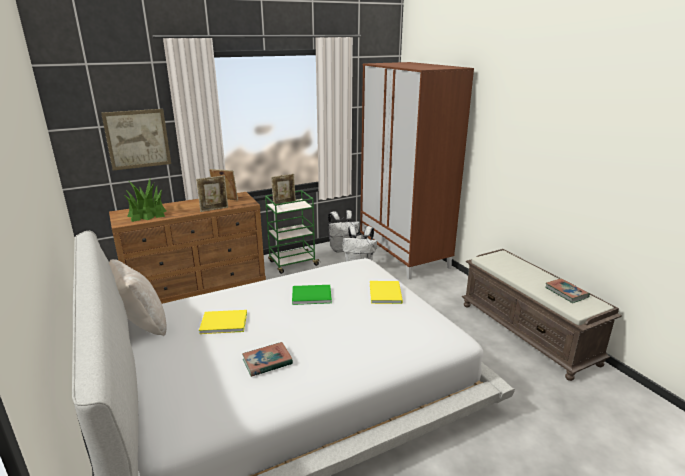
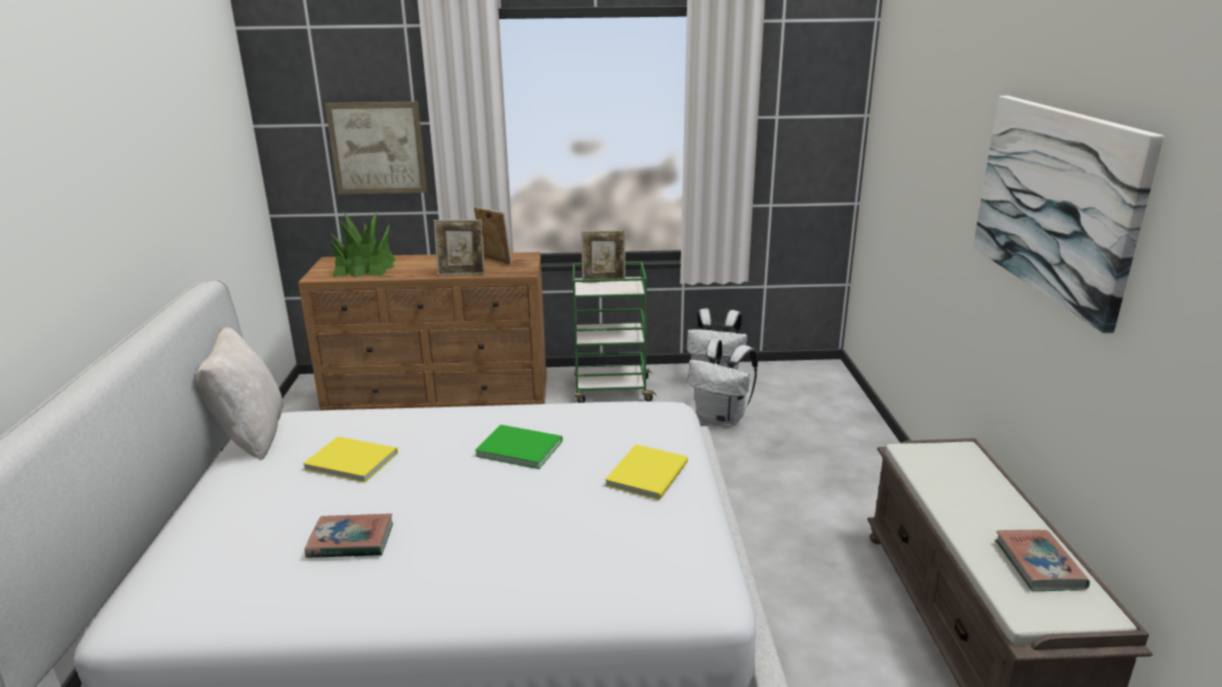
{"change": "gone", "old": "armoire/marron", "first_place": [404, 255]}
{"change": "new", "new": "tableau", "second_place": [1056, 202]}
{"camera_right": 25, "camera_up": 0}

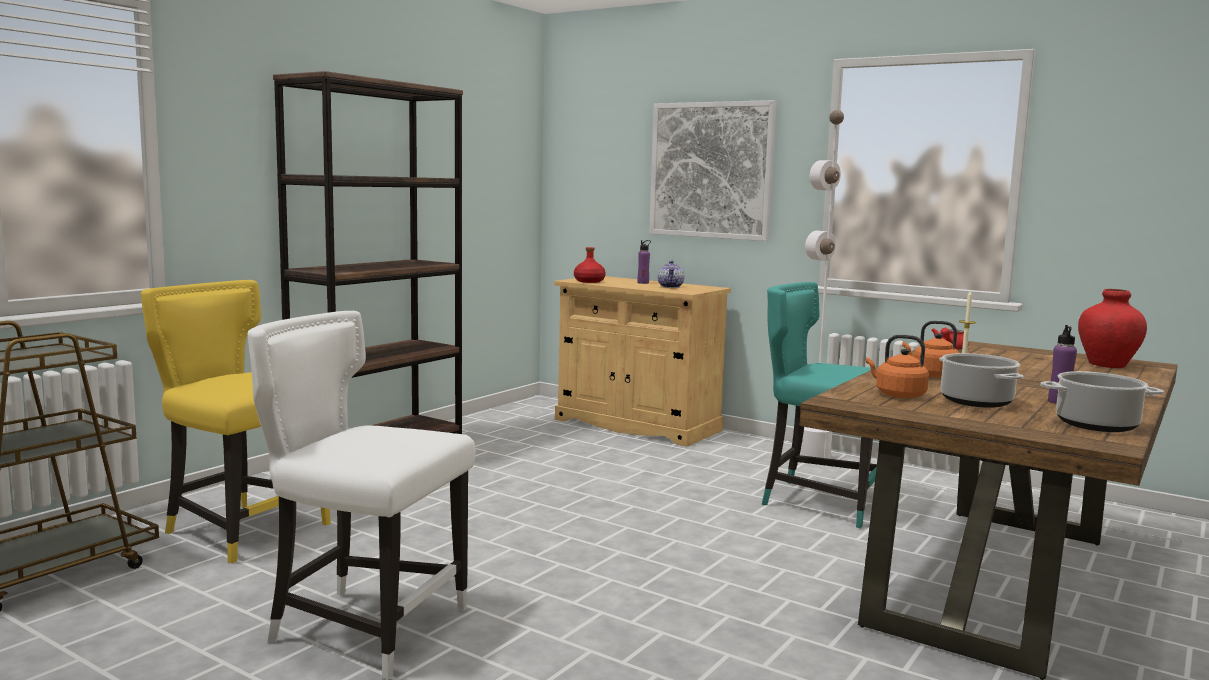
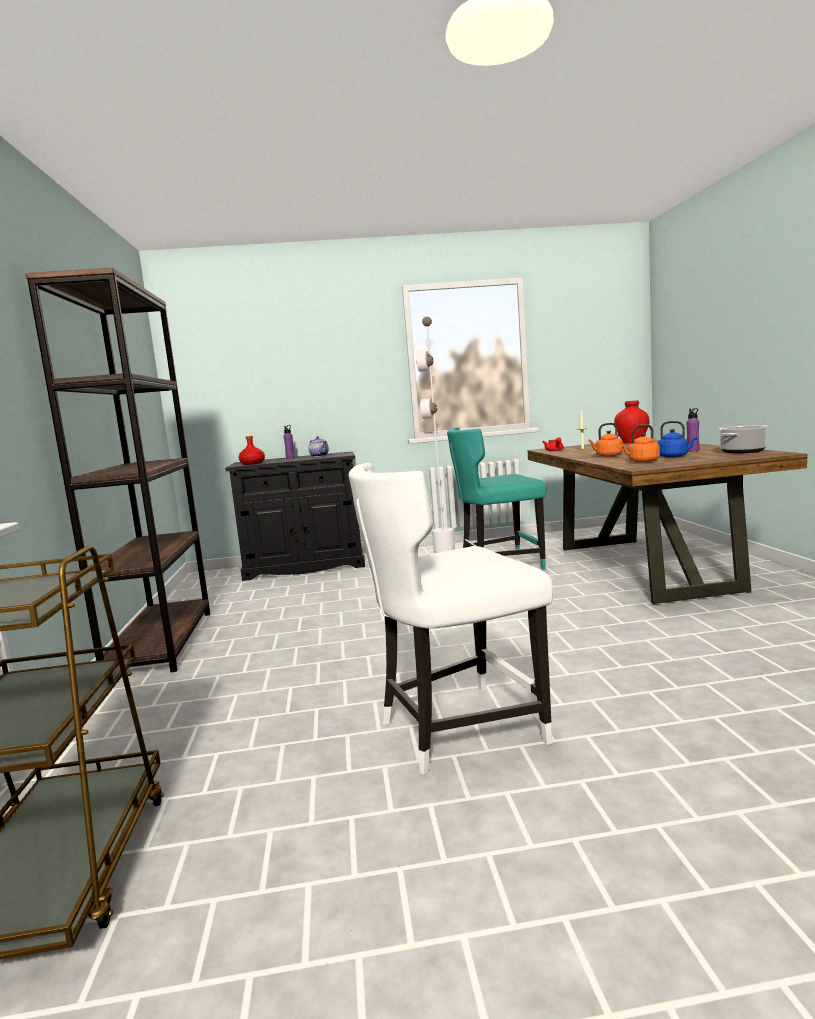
{"change": "gone", "old": "chaise/jaune", "first_place": [243, 530]}
{"change": "gone", "old": "tableau", "first_place": [711, 170]}
{"change": "swapped", "old": "marmite", "new": "bouilloire/bleu", "first_place": [977, 401], "second_place": [674, 456]}
{"change": "repainted", "old": "meuble de rangement/beige", "new": "meuble de rangement/noir", "first_place": [637, 425], "second_place": [305, 566]}
{"camera_right": -40, "camera_up": 0}

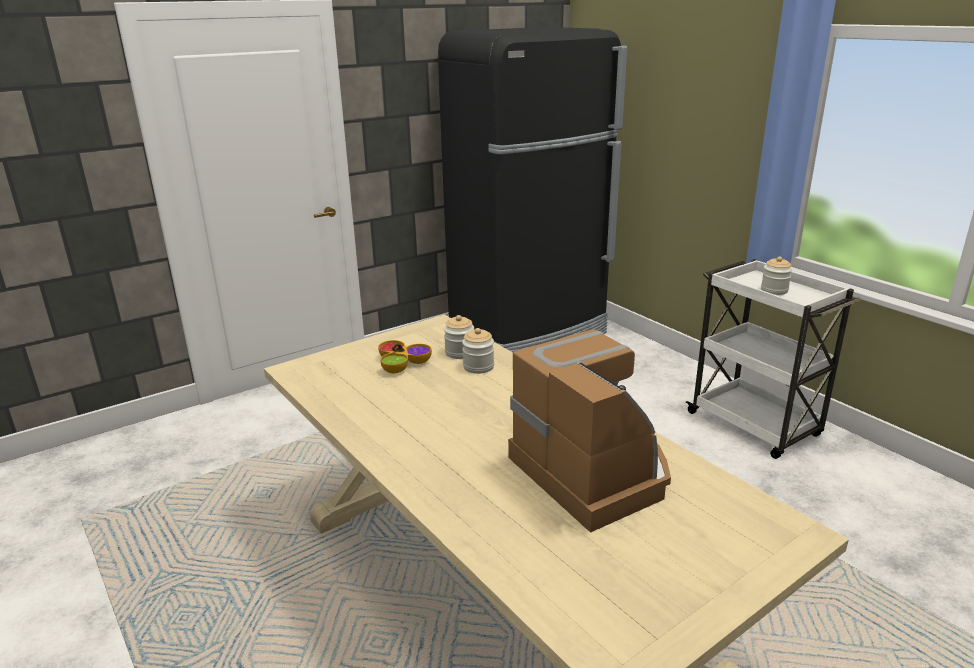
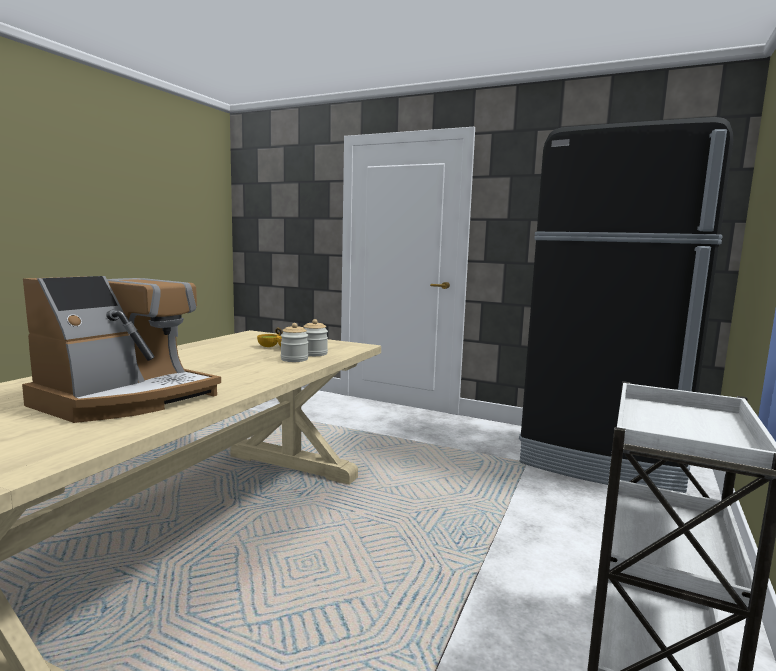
{"change": "gone", "old": "bocal", "first_place": [774, 290]}
{"camera_right": 60, "camera_up": -15}

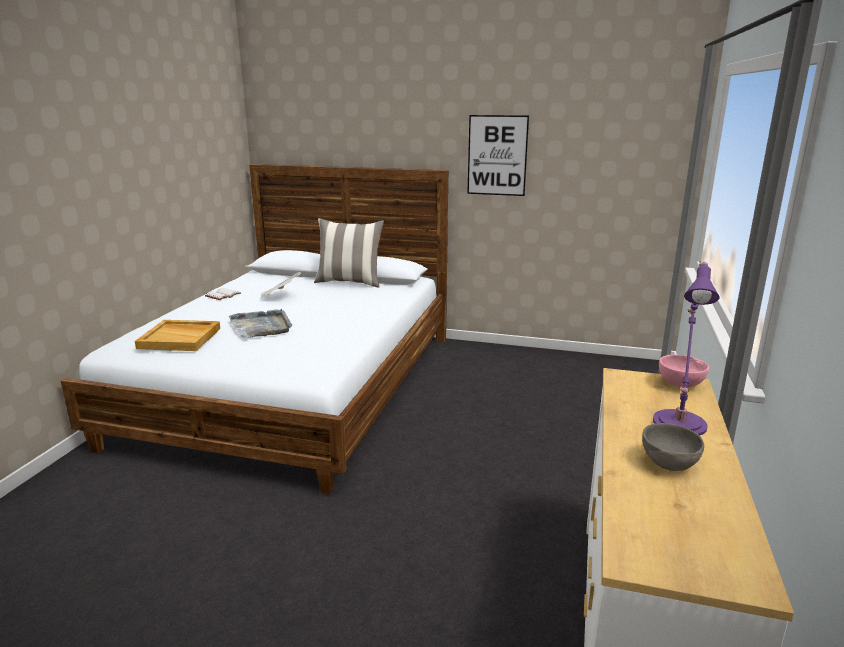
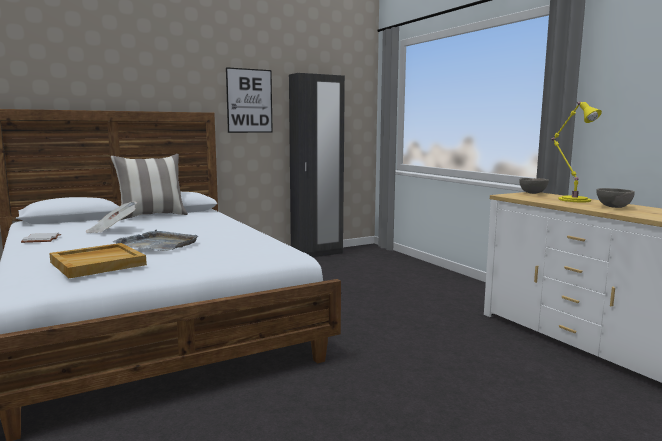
{"change": "new", "new": "armoire/noir", "second_place": [317, 254]}
{"change": "repainted", "old": "lampe de table/violet", "new": "lampe de table/jaune", "first_place": [679, 421], "second_place": [572, 199]}
{"change": "repainted", "old": "bol/rose", "new": "bol/gris", "first_place": [681, 385], "second_place": [533, 193]}
{"camera_right": -45, "camera_up": -10}

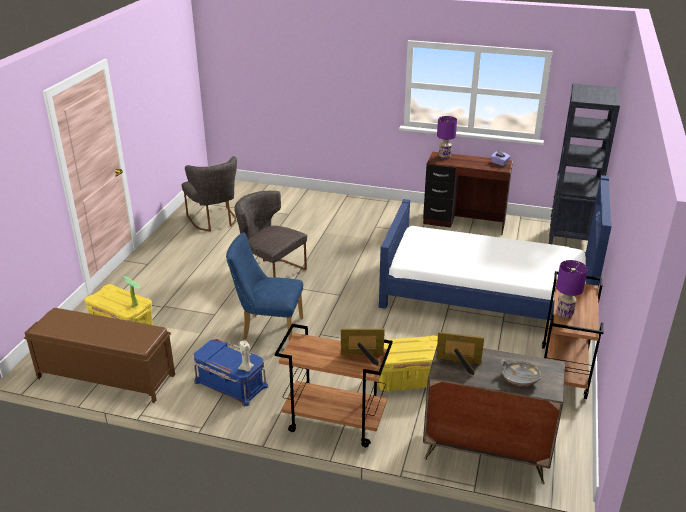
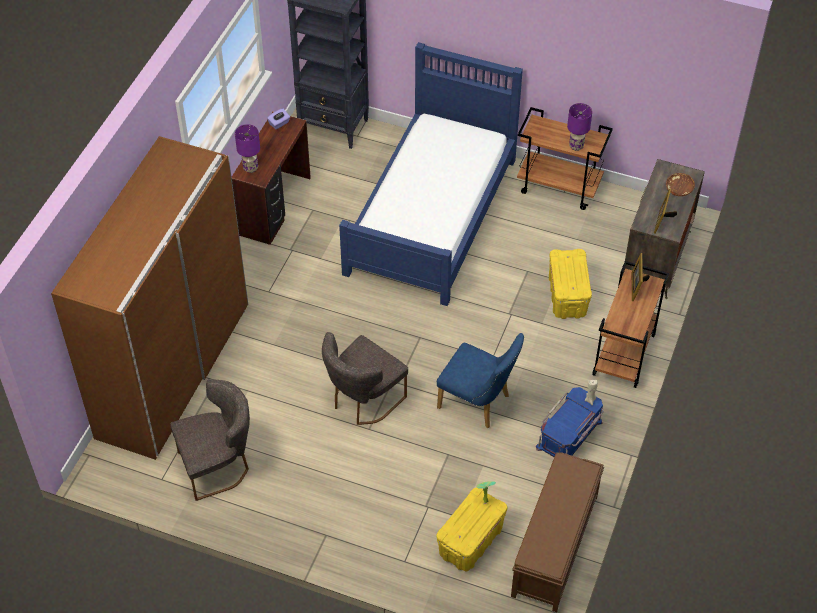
{"change": "new", "new": "armoire/marron", "second_place": [173, 370]}
{"change": "repainted", "old": "bol/gris", "new": "bol/marron", "first_place": [519, 378], "second_place": [679, 189]}
{"change": "rotated", "old": "chaise/bleu", "first_place": [268, 328], "second_place": [478, 404], "degrees": -75}
{"camera_right": -85, "camera_up": 20}

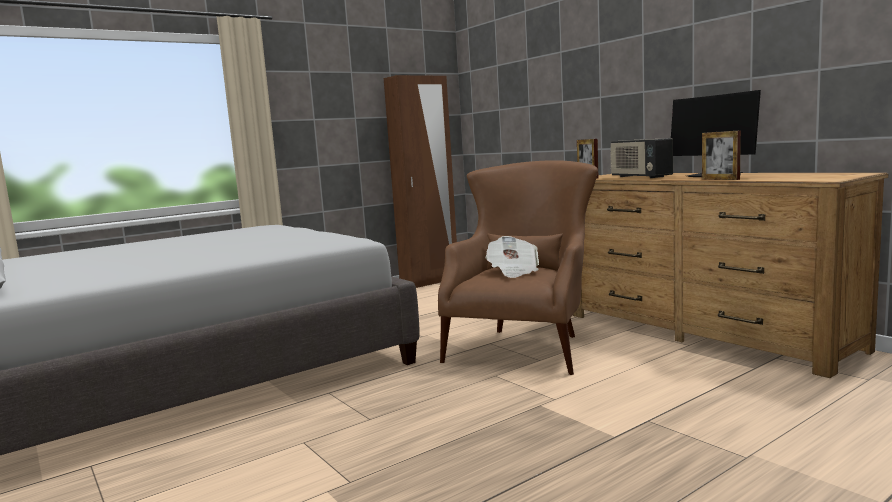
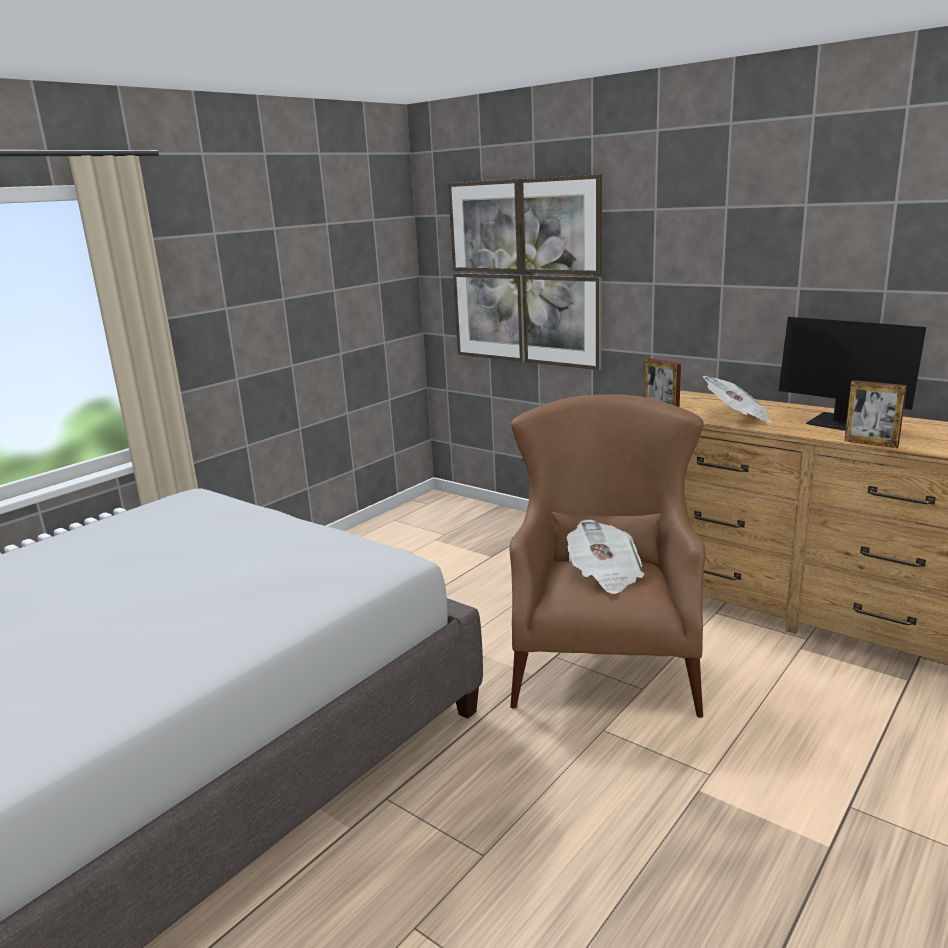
{"change": "gone", "old": "armoire/marron", "first_place": [430, 282]}
{"change": "new", "new": "tableau", "second_place": [524, 273]}
{"change": "swapped", "old": "radio", "new": "journal", "first_place": [640, 177], "second_place": [737, 417]}
{"camera_right": -15, "camera_up": 10}

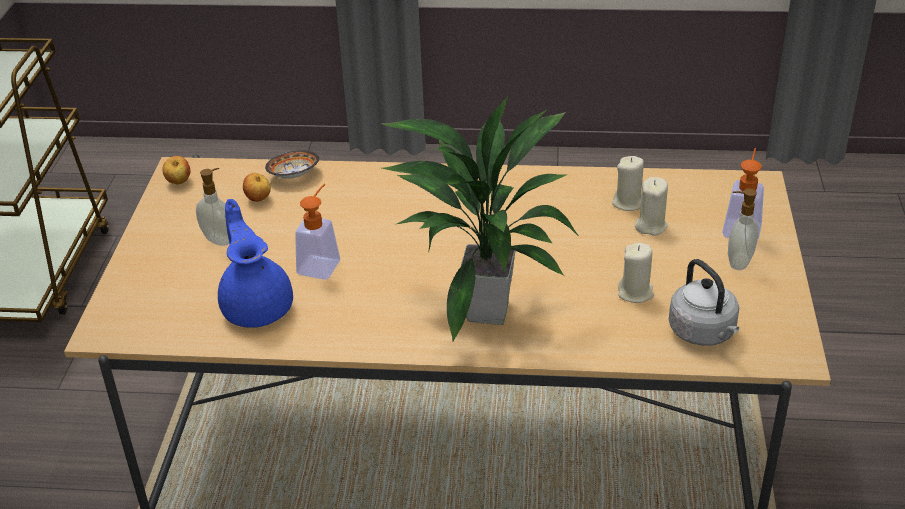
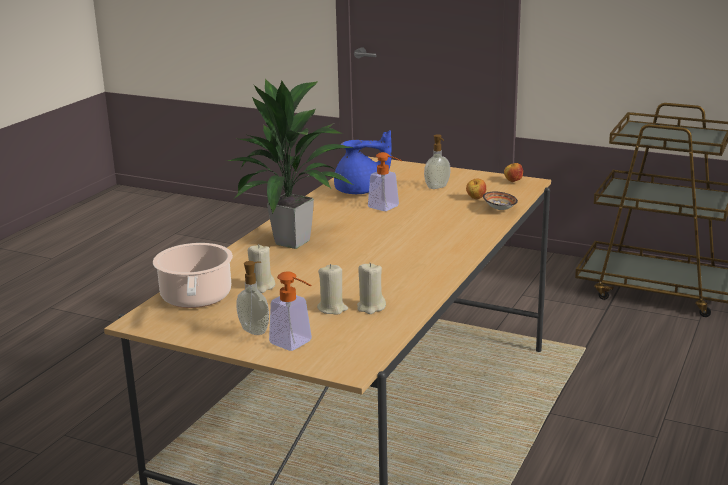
{"change": "swapped", "old": "bouilloire/gris", "new": "marmite", "first_place": [704, 333], "second_place": [196, 299]}
{"camera_right": 110, "camera_up": -15}

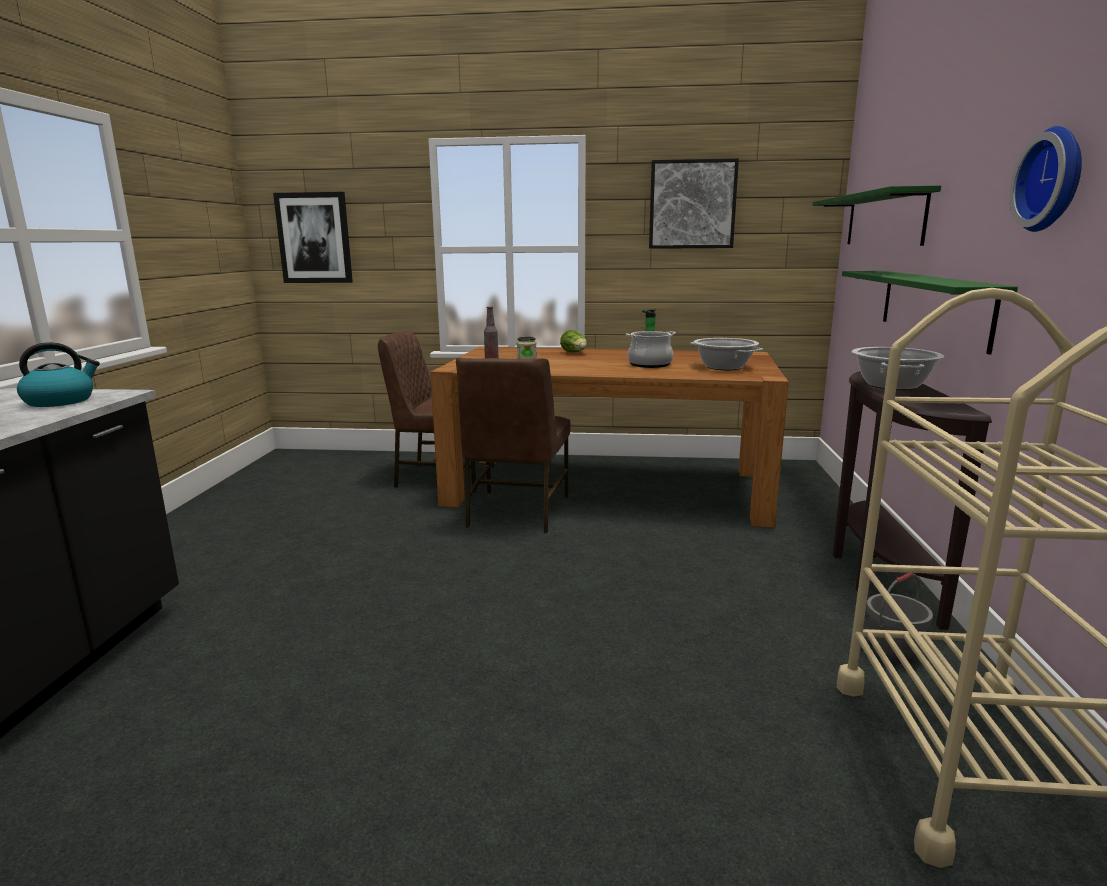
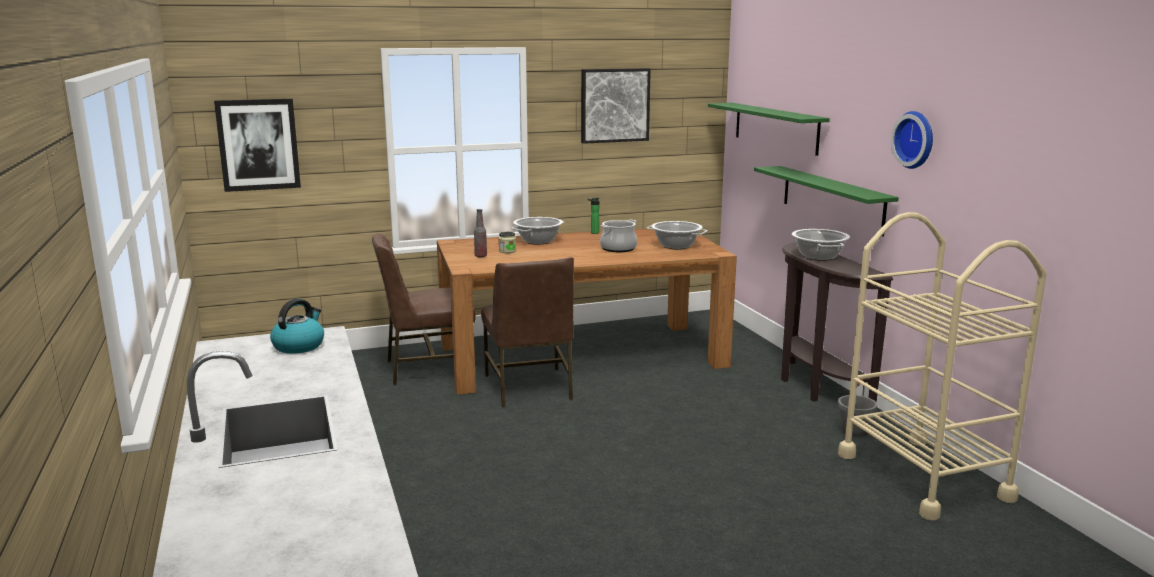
{"change": "swapped", "old": "laitue", "new": "marmite", "first_place": [575, 353], "second_place": [538, 241]}
{"camera_right": -25, "camera_up": 0}

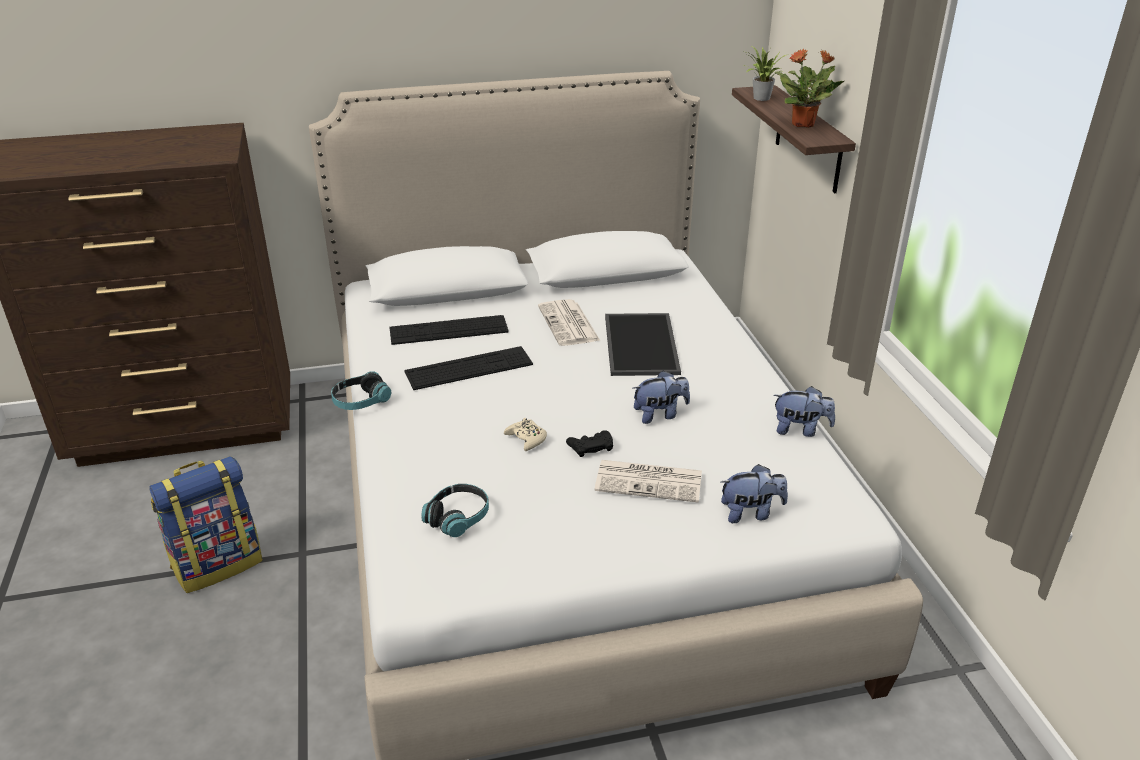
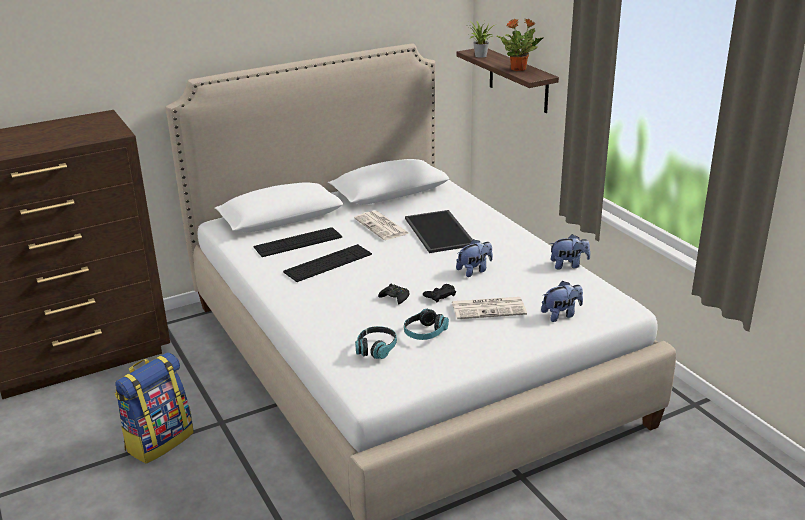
{"change": "shifted", "old": "casque audio", "first_place": [361, 401], "second_place": [425, 333]}
{"change": "repainted", "old": "manette/beige", "new": "manette/noir", "first_place": [526, 439], "second_place": [395, 297]}
{"camera_right": -15, "camera_up": -5}

